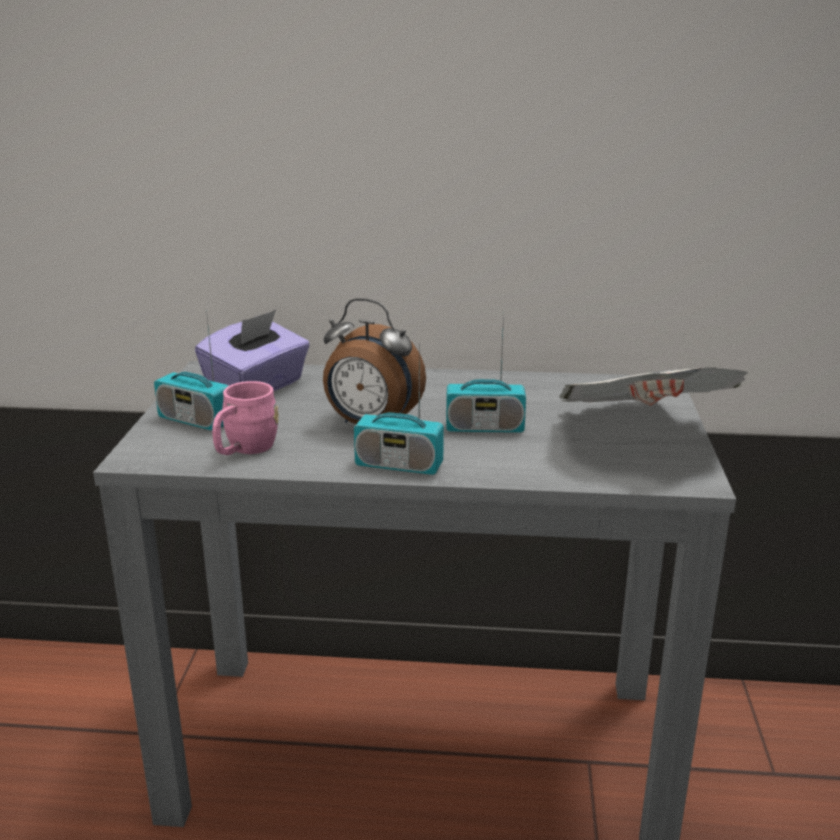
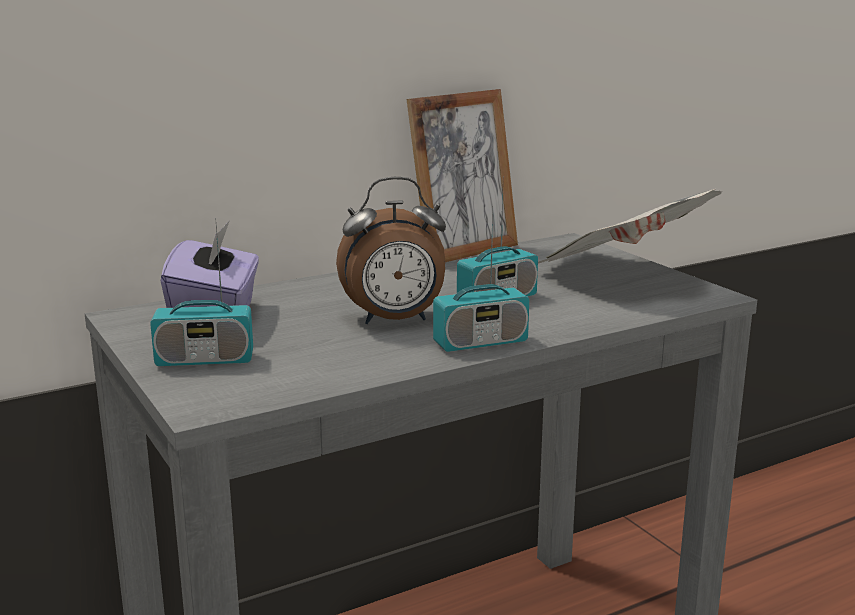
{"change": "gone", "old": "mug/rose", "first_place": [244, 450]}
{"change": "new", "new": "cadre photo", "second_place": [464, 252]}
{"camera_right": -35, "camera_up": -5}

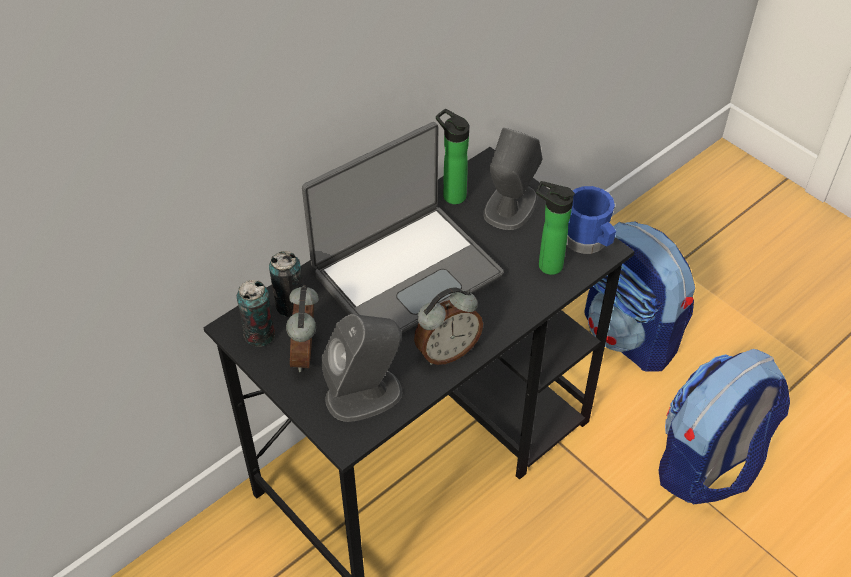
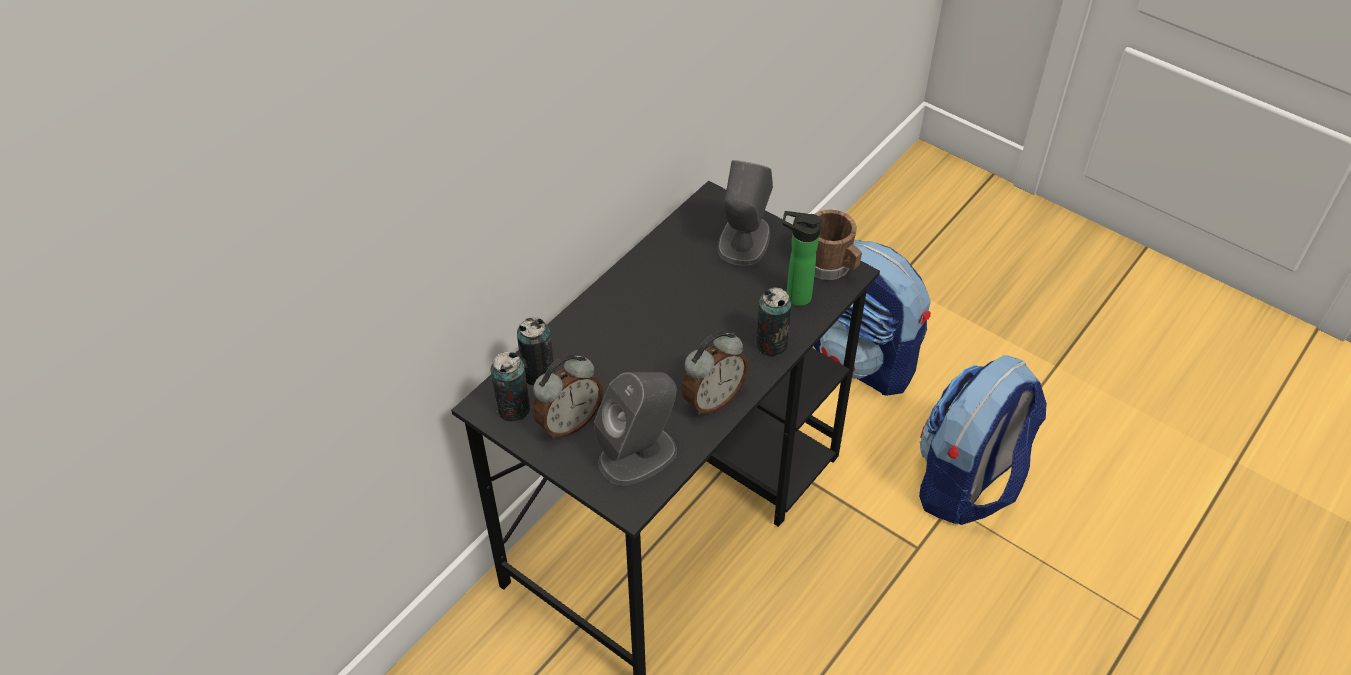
{"change": "gone", "old": "ordinateur portable", "first_place": [405, 272]}
{"change": "gone", "old": "bouteille", "first_place": [451, 194]}
{"change": "new", "new": "boîte métallique", "second_place": [771, 344]}
{"change": "repainted", "old": "mug/bleu", "new": "mug/marron", "first_place": [588, 241], "second_place": [831, 267]}
{"change": "rotated", "old": "réveil", "first_place": [307, 354], "second_place": [568, 422], "degrees": -120}
{"camera_right": -10, "camera_up": 0}

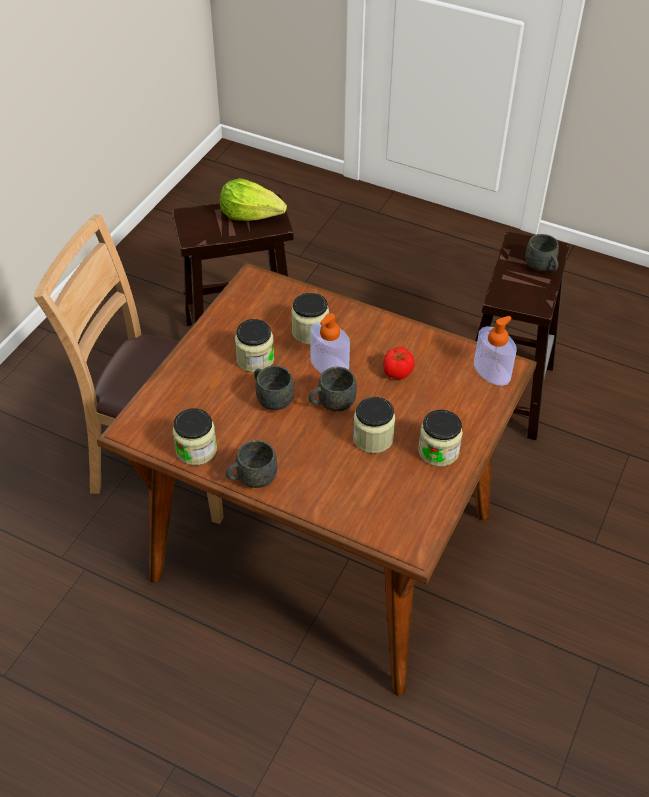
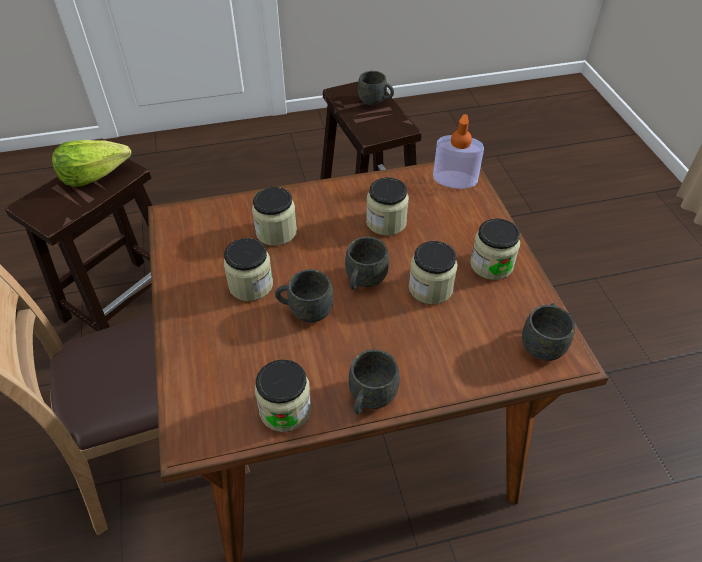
{"change": "gone", "old": "distributeur de savon", "first_place": [329, 366]}
{"change": "new", "new": "mug/gris", "second_place": [543, 342]}
{"change": "swapped", "old": "tomate", "new": "bocal", "first_place": [397, 372], "second_place": [386, 222]}
{"camera_right": -40, "camera_up": 0}

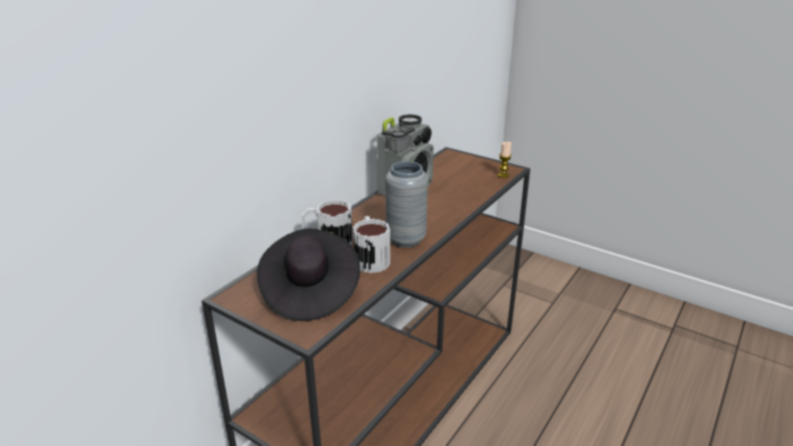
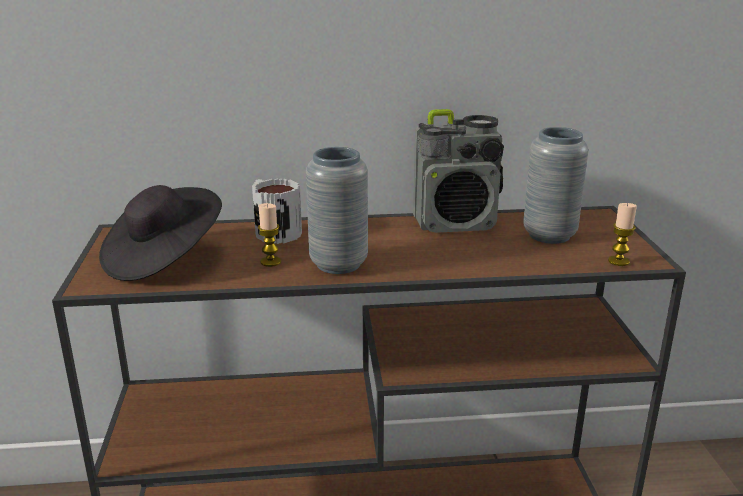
{"change": "new", "new": "vase/gris", "second_place": [549, 235]}
{"change": "swapped", "old": "mug", "new": "bougie", "first_place": [370, 258], "second_place": [270, 262]}
{"camera_right": 50, "camera_up": -5}

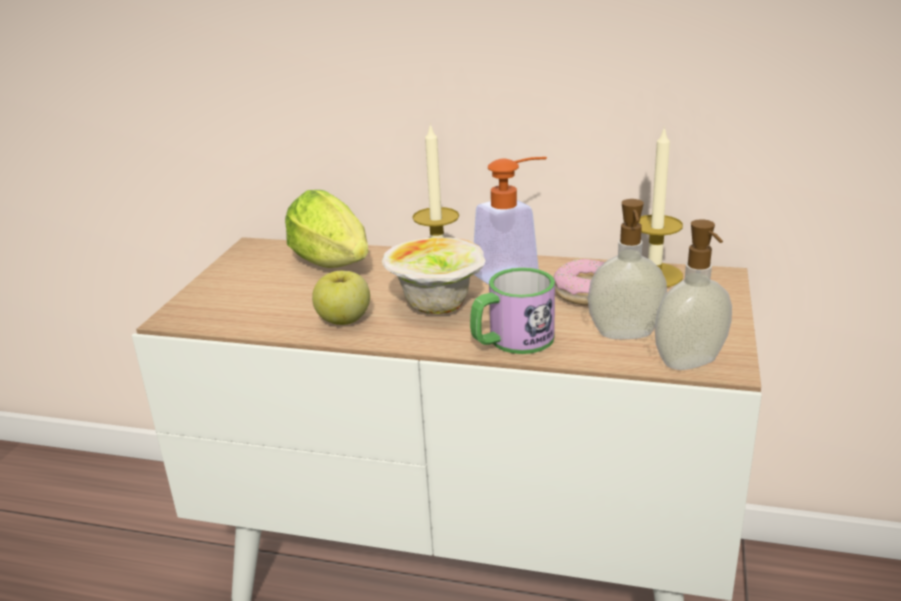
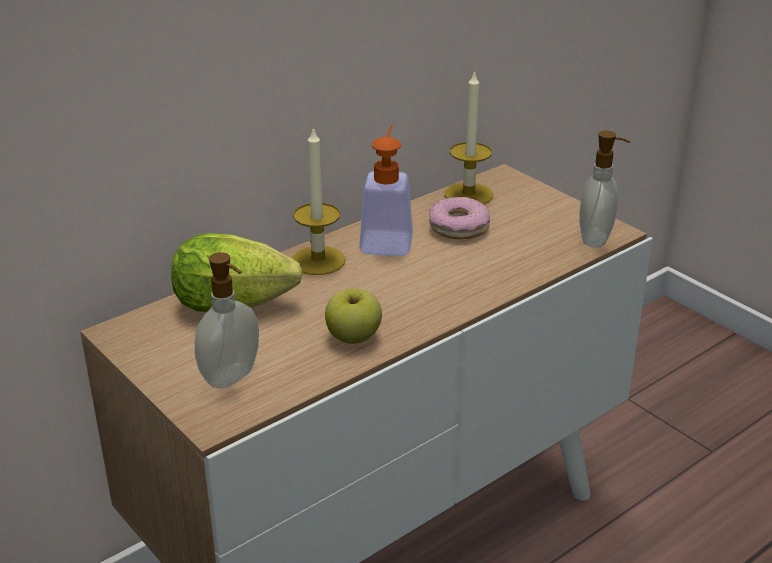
{"change": "gone", "old": "bol", "first_place": [436, 307]}
{"change": "gone", "old": "mug", "first_place": [511, 341]}
{"change": "shifted", "old": "distributeur de savon", "first_place": [625, 335], "second_place": [232, 377]}
{"camera_right": -55, "camera_up": 5}

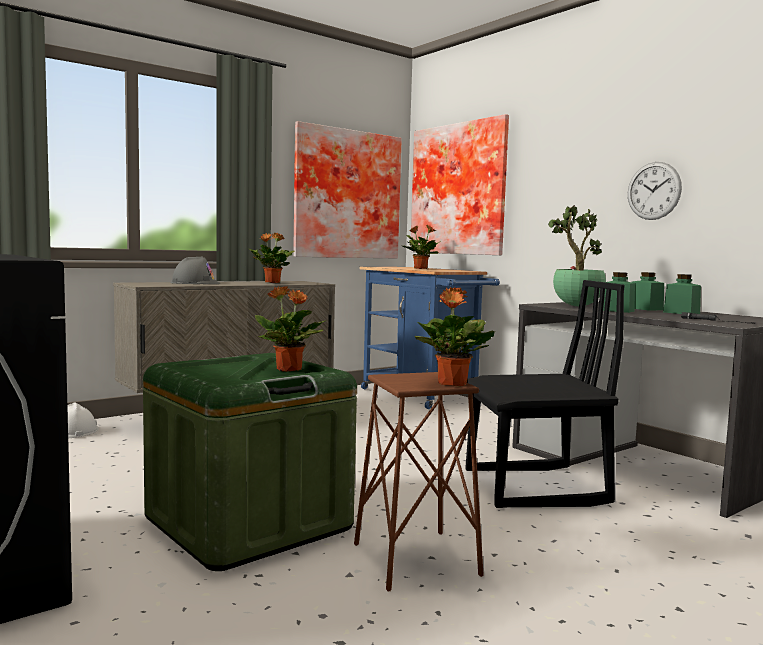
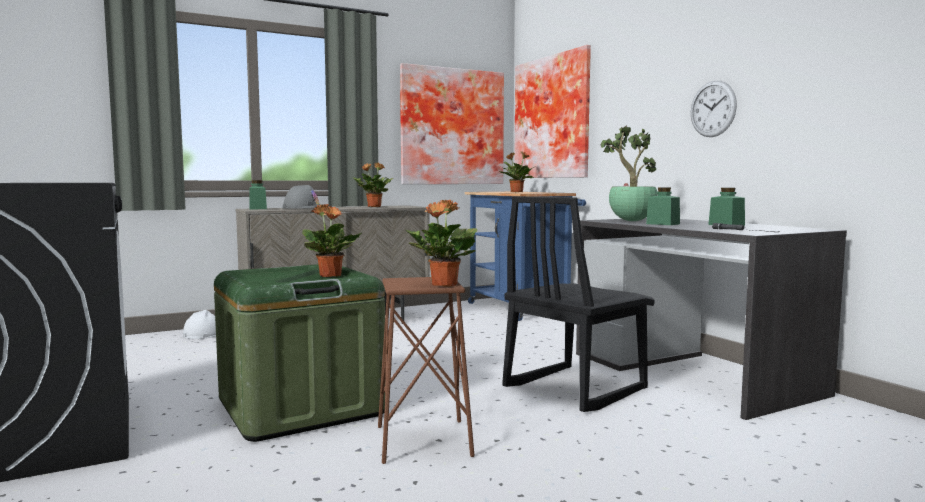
{"change": "shifted", "old": "bocal/vert", "first_place": [645, 309], "second_place": [258, 208]}
{"change": "rotated", "old": "chaise/noir", "first_place": [535, 488], "second_place": [573, 388], "degrees": 135}
{"camera_right": 10, "camera_up": 0}

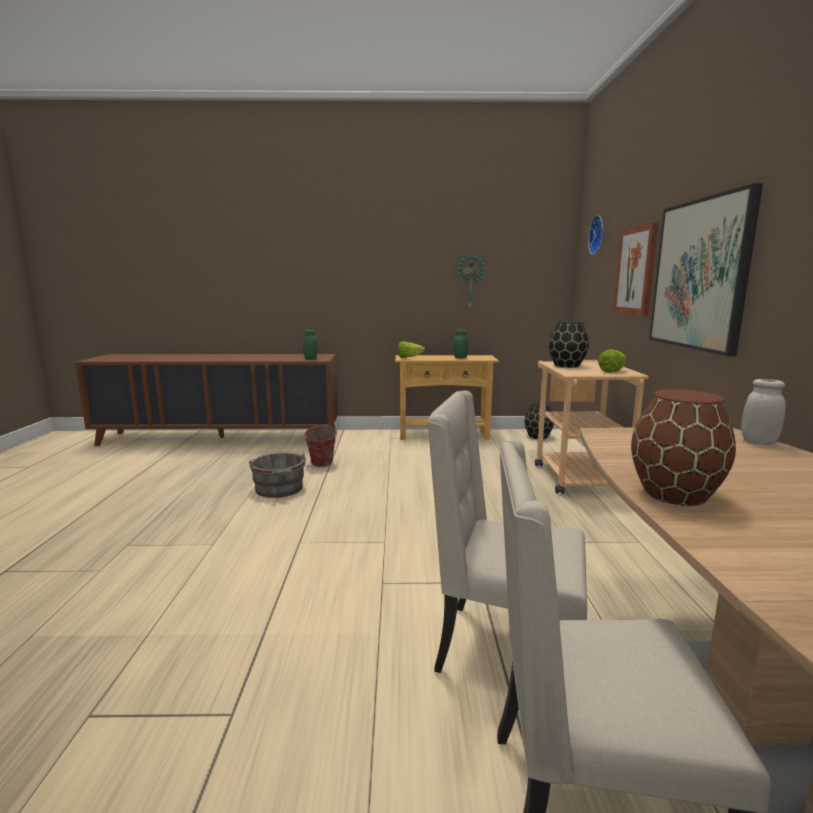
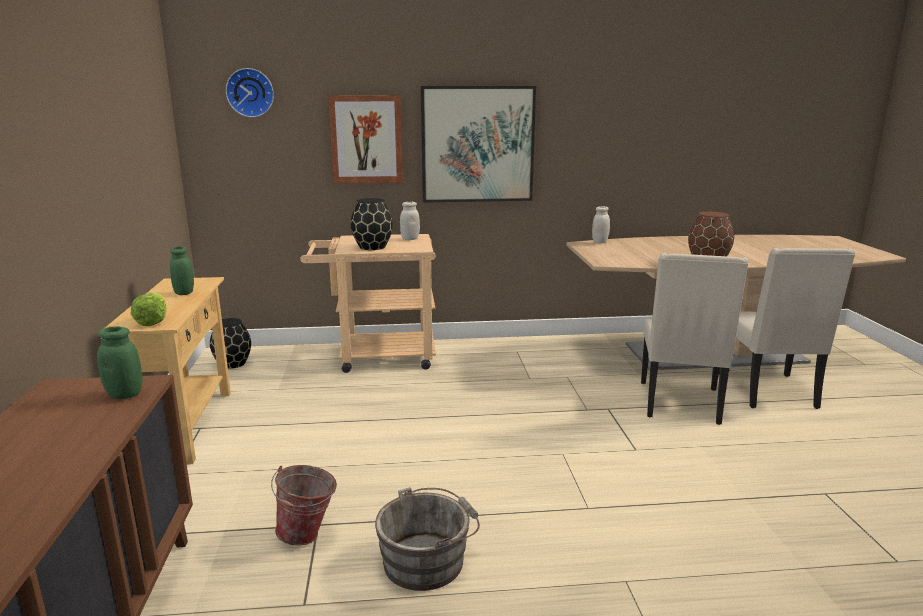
{"change": "gone", "old": "horloge murale", "first_place": [470, 281]}
{"change": "swapped", "old": "laitue", "new": "bocal/blanc", "first_place": [612, 371], "second_place": [410, 239]}
{"camera_right": -95, "camera_up": 5}

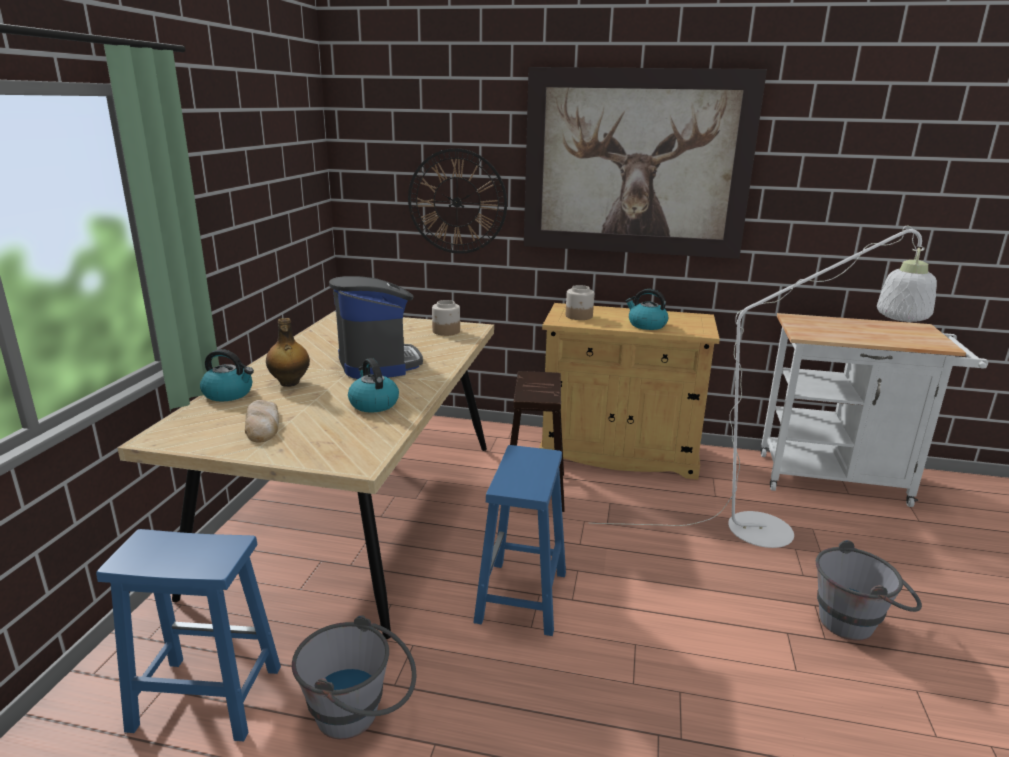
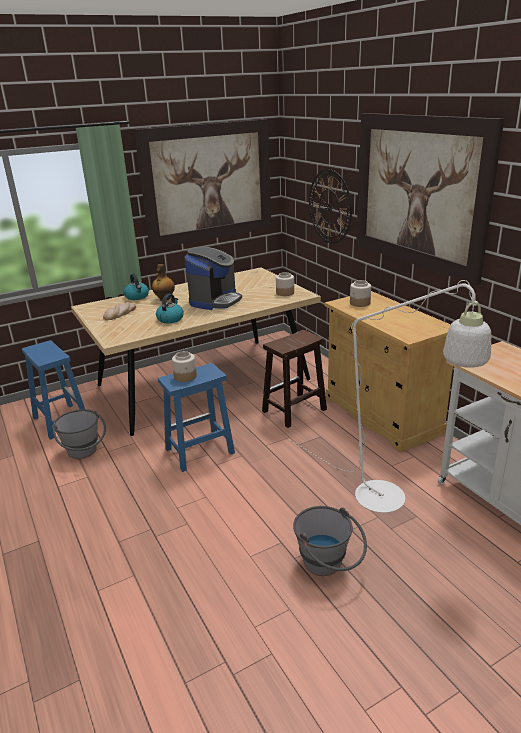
{"change": "gone", "old": "bouilloire", "first_place": [646, 325]}
{"change": "new", "new": "tableau", "second_place": [208, 183]}
{"change": "new", "new": "bocal", "second_place": [185, 376]}
{"camera_right": 50, "camera_up": 5}

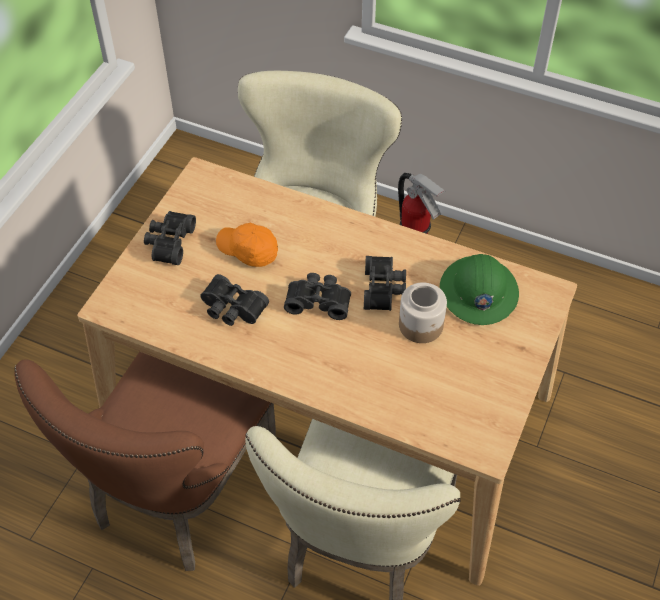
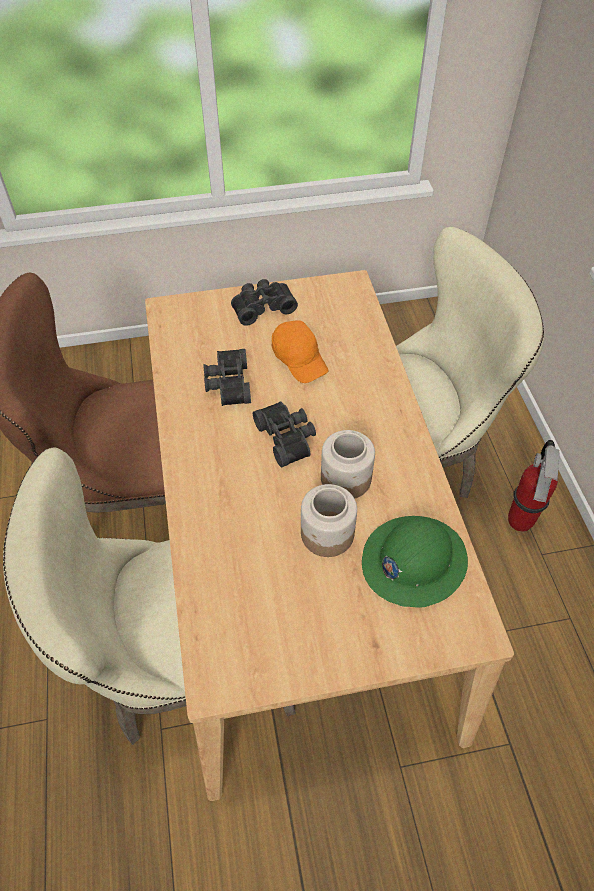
{"change": "swapped", "old": "jumelles/noir", "new": "bocal", "first_place": [384, 289], "second_place": [345, 479]}
{"change": "rotated", "old": "casquette/orange", "first_place": [248, 250], "second_place": [299, 358], "degrees": 150}
{"camera_right": 55, "camera_up": 0}

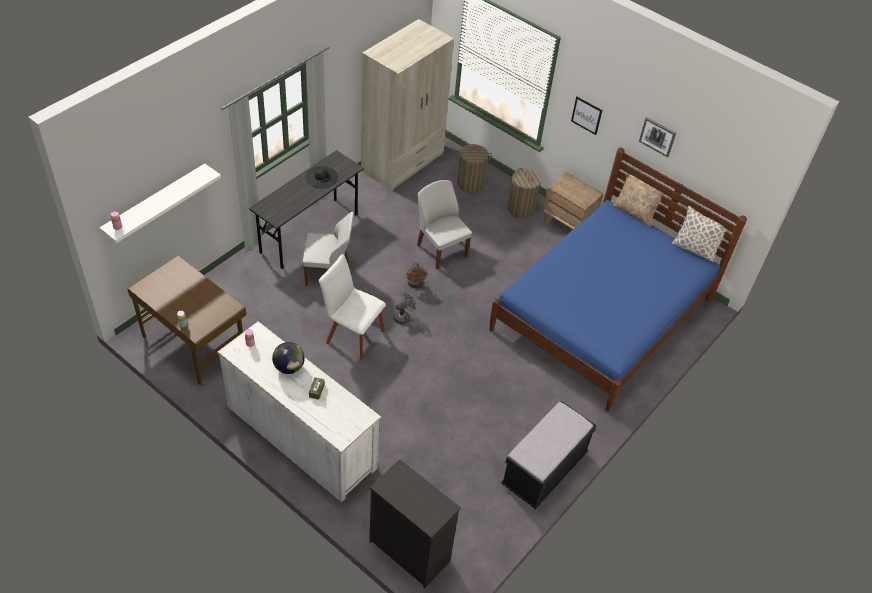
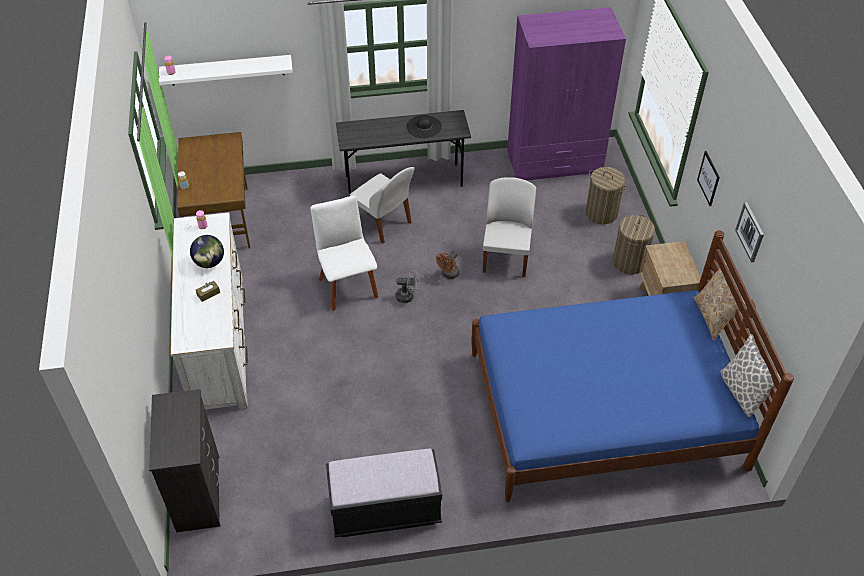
{"change": "repainted", "old": "armoire/beige", "new": "armoire/violet", "first_place": [403, 163], "second_place": [555, 162]}
{"camera_right": 45, "camera_up": 0}

